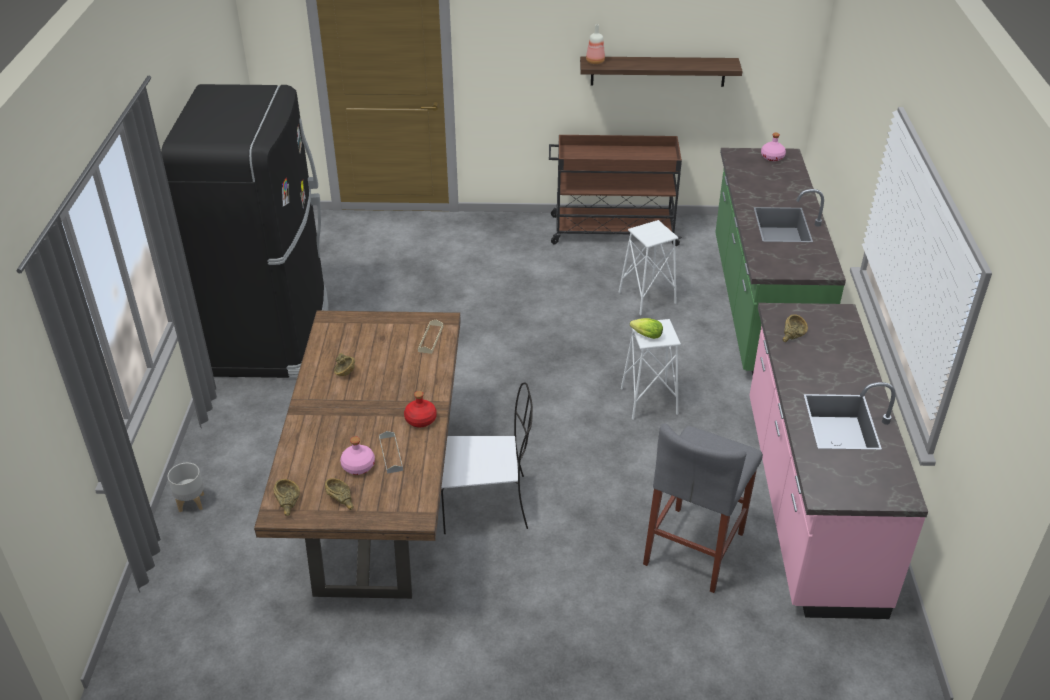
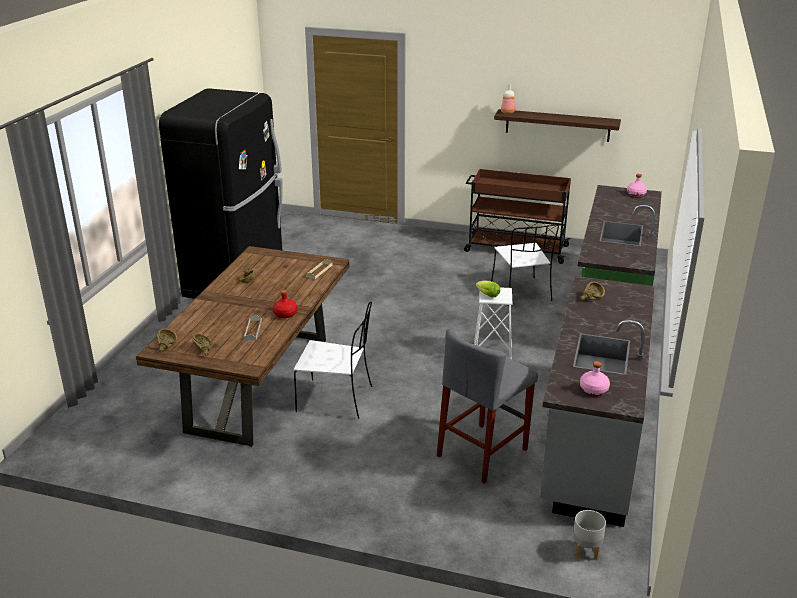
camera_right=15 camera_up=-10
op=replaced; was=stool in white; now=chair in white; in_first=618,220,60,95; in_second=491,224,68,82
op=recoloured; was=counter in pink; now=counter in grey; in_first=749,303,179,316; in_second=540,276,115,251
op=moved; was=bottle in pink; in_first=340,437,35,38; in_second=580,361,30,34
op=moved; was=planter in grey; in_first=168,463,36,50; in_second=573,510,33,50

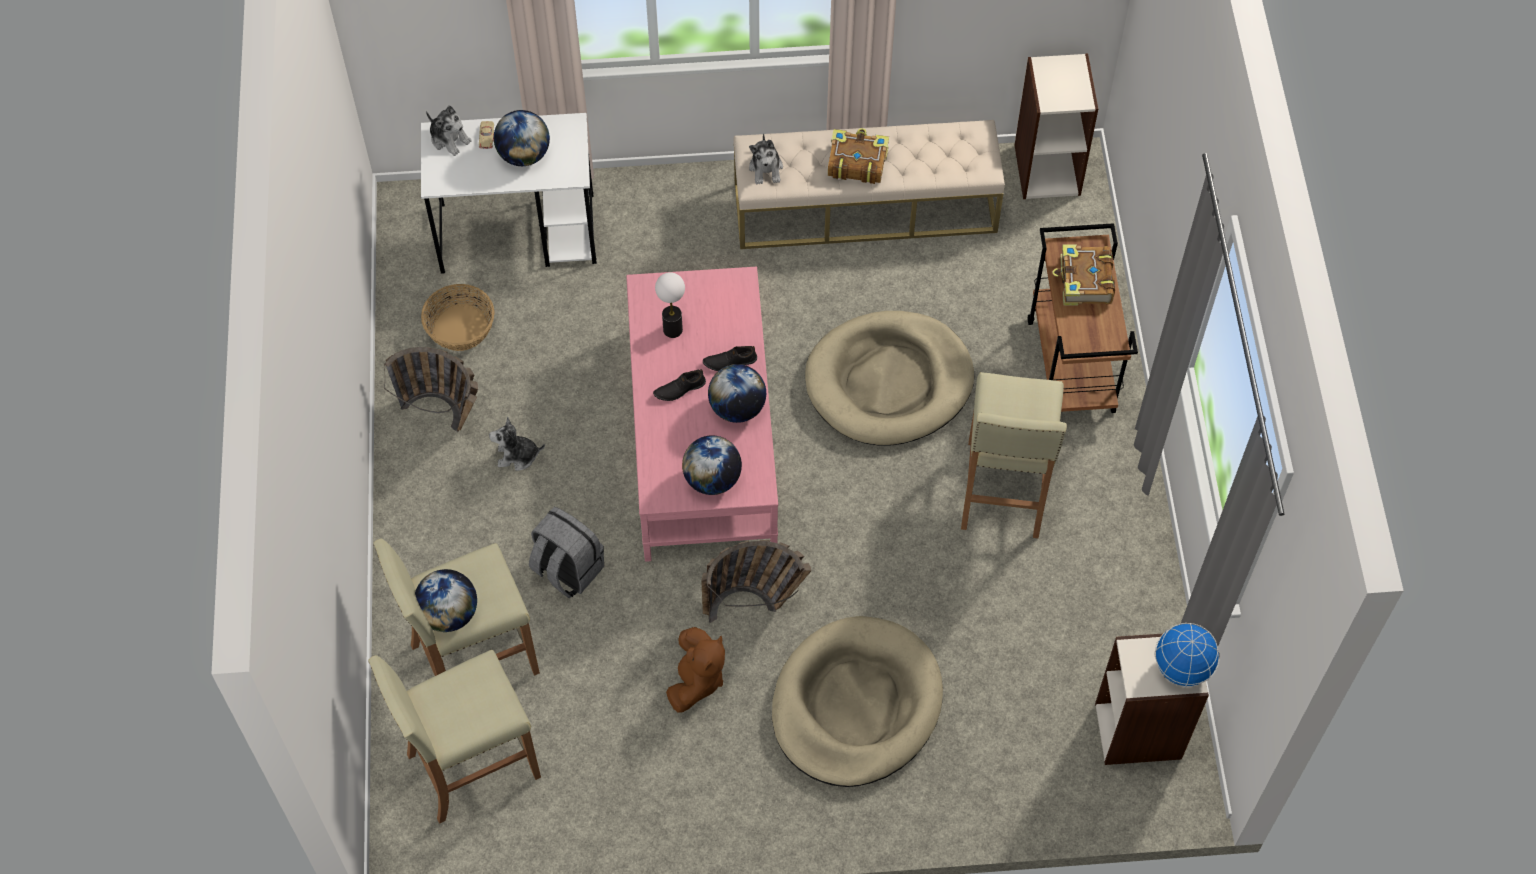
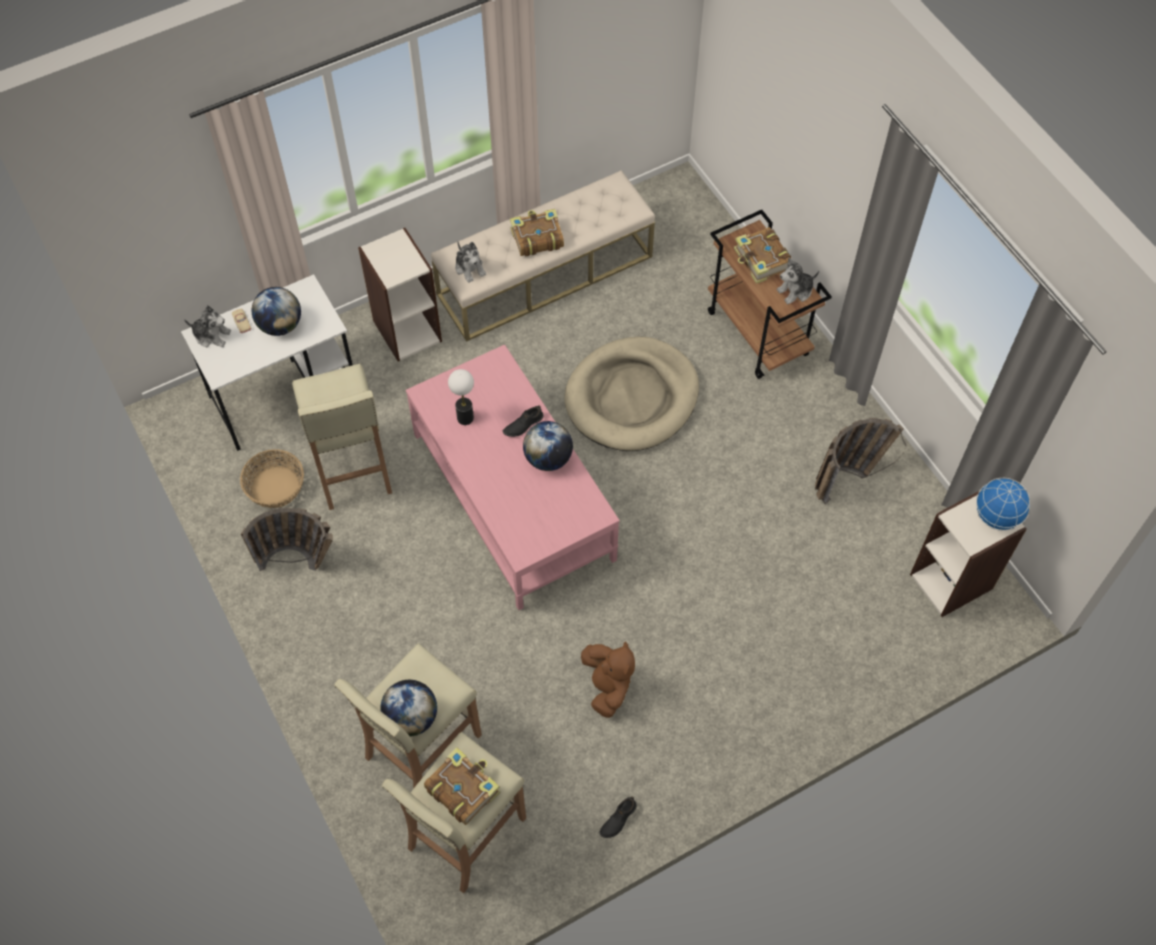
camera_right=-25 camera_up=0
op=moved; was=bookcase; in_first=1014,54,84,145; in_second=358,228,84,133
op=moved; was=shoe in black; in_first=653,369,53,32; in_second=600,796,37,42
op=moved; was=stool in beige; in_first=961,372,106,166; in_second=292,364,100,146
op=moved; was=plush toy; in_first=489,417,56,54; in_second=777,257,42,47
op=removed; was=globe; in_first=682,435,60,60
op=removed; was=backpack in grey; in_first=529,507,75,91
op=moved; was=basket; in_first=701,540,111,83; in_second=815,418,91,87
op=removed; was=dog bed in beige; in_first=772,616,171,171
op=added; now=book; in_second=424,747,76,78

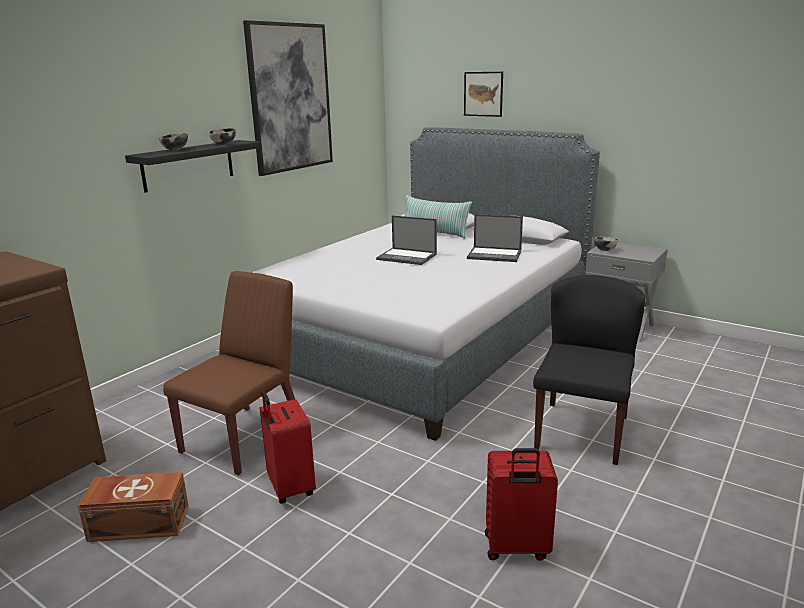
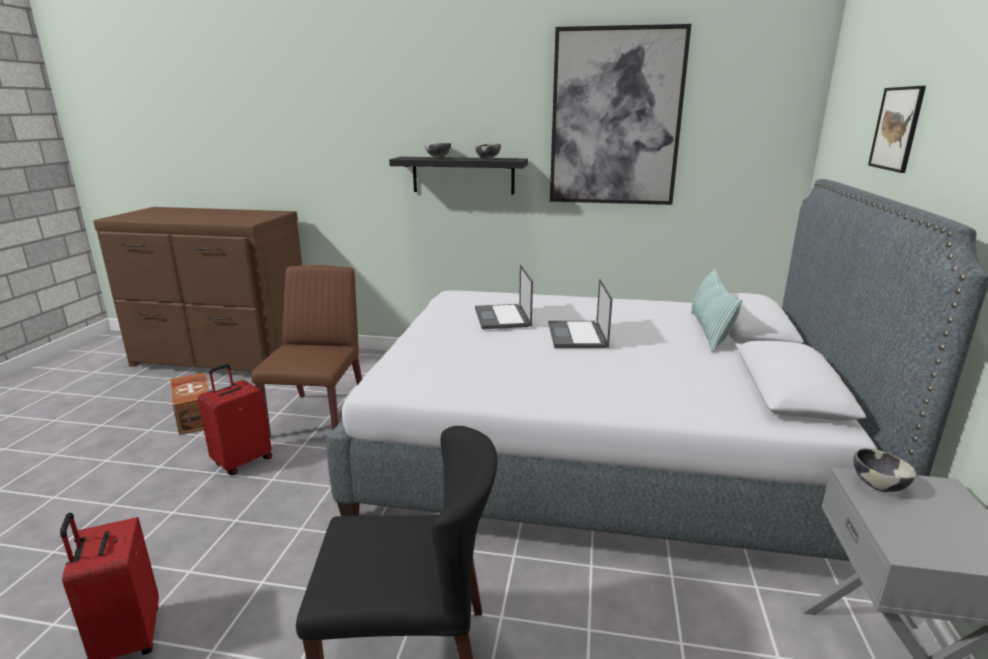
camera_right=65 camera_up=0
op=moved; was=laptop; in_first=467,214,56,48; in_second=475,264,58,65
op=turned; was=chair in brown; in_first=163,271,132,204; in_second=252,265,110,171; clockwise=-90

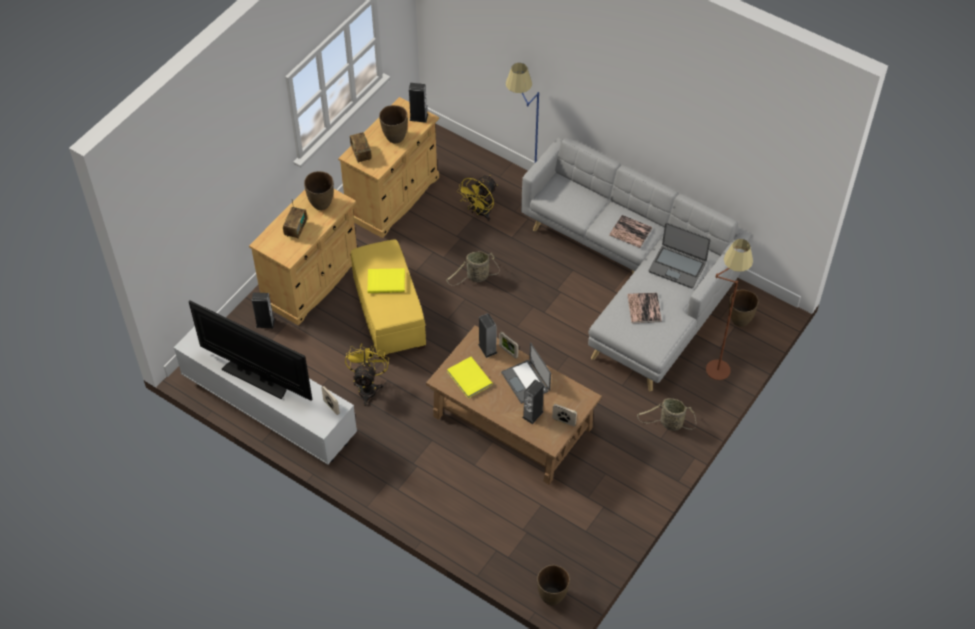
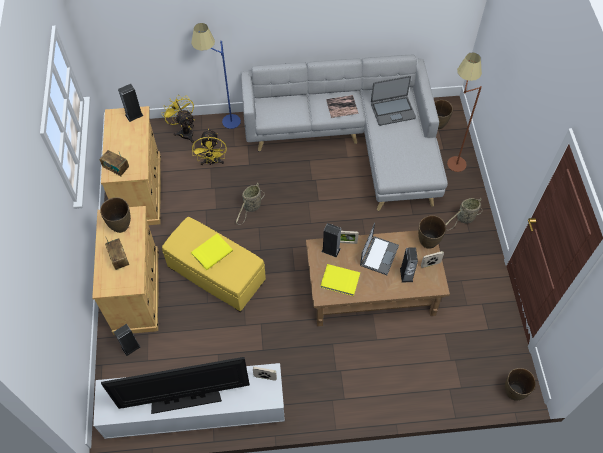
camera_right=-40 camera_up=5
op=moved; was=vase in brown; in_first=379,105,29,39; in_second=418,215,28,34
op=removed; was=book; in_first=627,292,35,31
op=turned; was=laptop; in_first=501,342,50,62; in_second=360,223,39,52; clockwise=-90
op=moved; was=fan in yellow; in_first=345,343,44,63; in_second=161,95,34,48

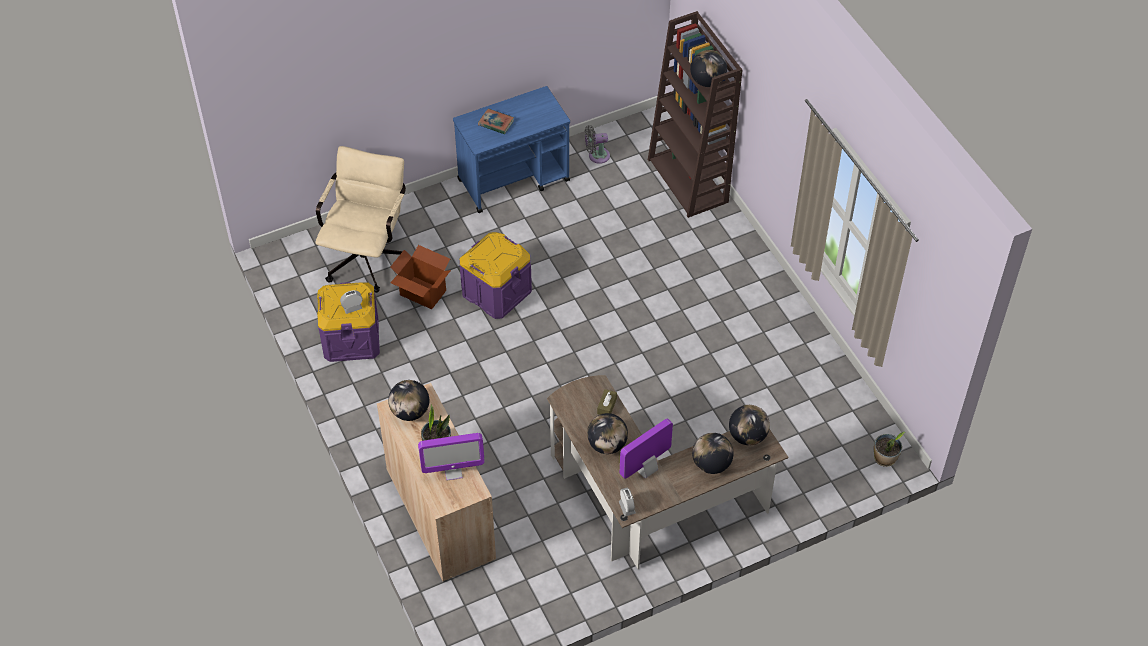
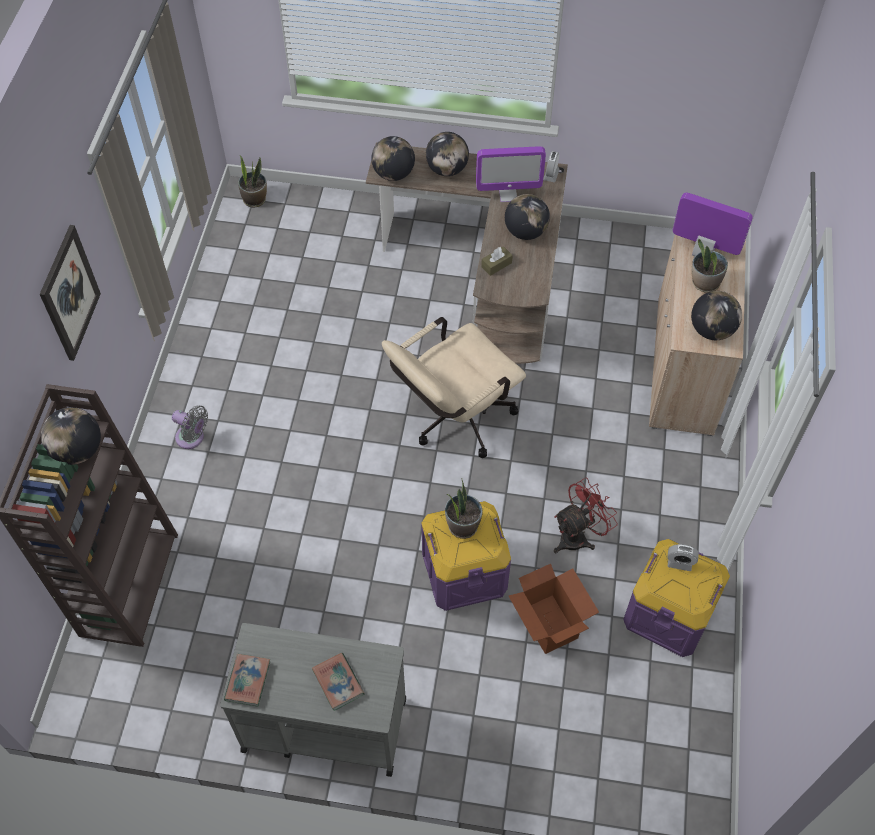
camera_right=-145 camera_up=5
op=recoloured; was=cart in blue; now=cart in grey; in_first=453,86,117,127; in_second=220,623,186,154
op=moved; was=fan in grey; in_first=585,125,25,39; in_second=172,405,36,44
op=moved; was=office chair in beige; in_first=315,146,91,147; in_second=382,317,144,141
op=added; now=picture; in_second=40,225,61,136
op=added; now=fan in red; in_second=554,477,64,76
op=added; now=potted plant; in_second=445,480,38,59
op=added; now=book; in_second=224,654,46,53

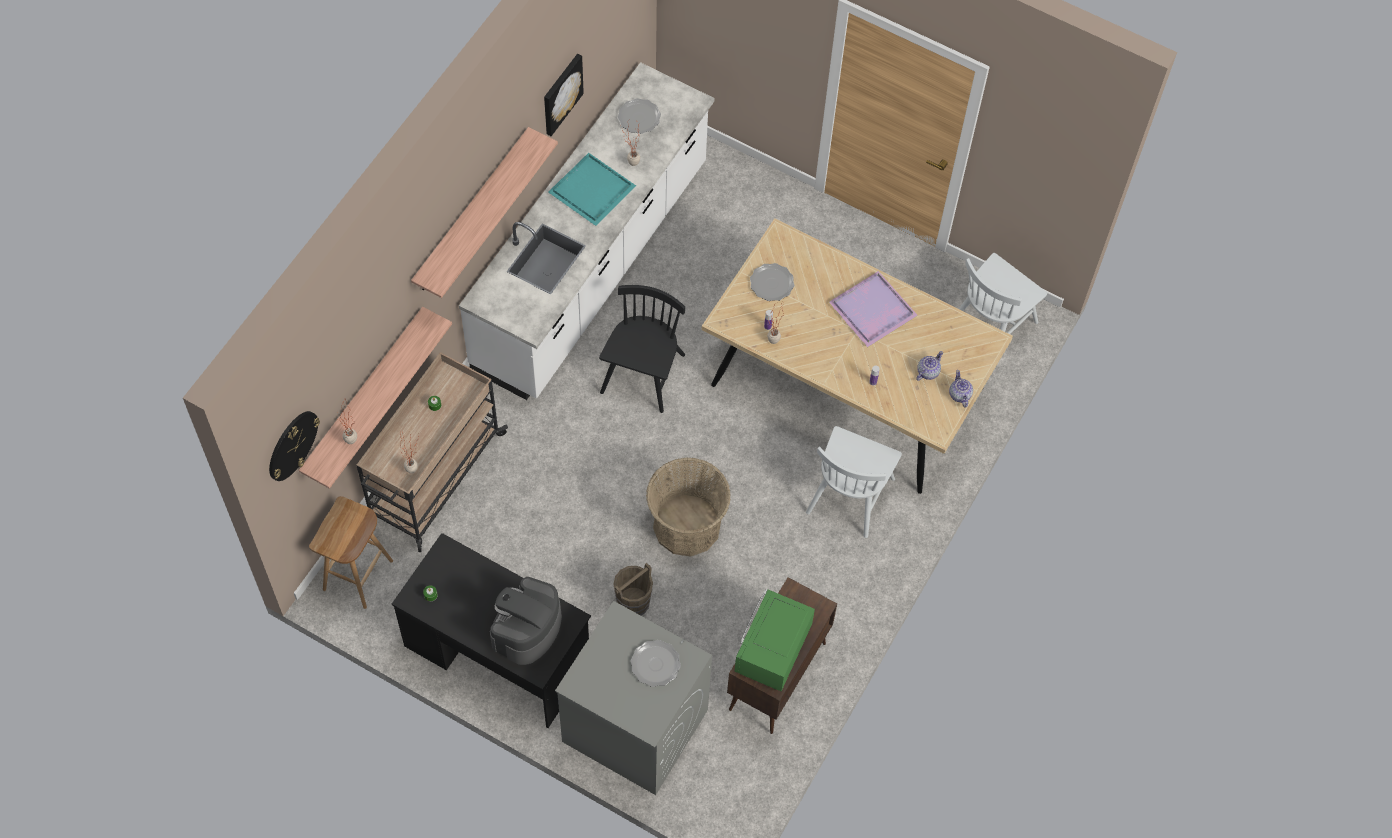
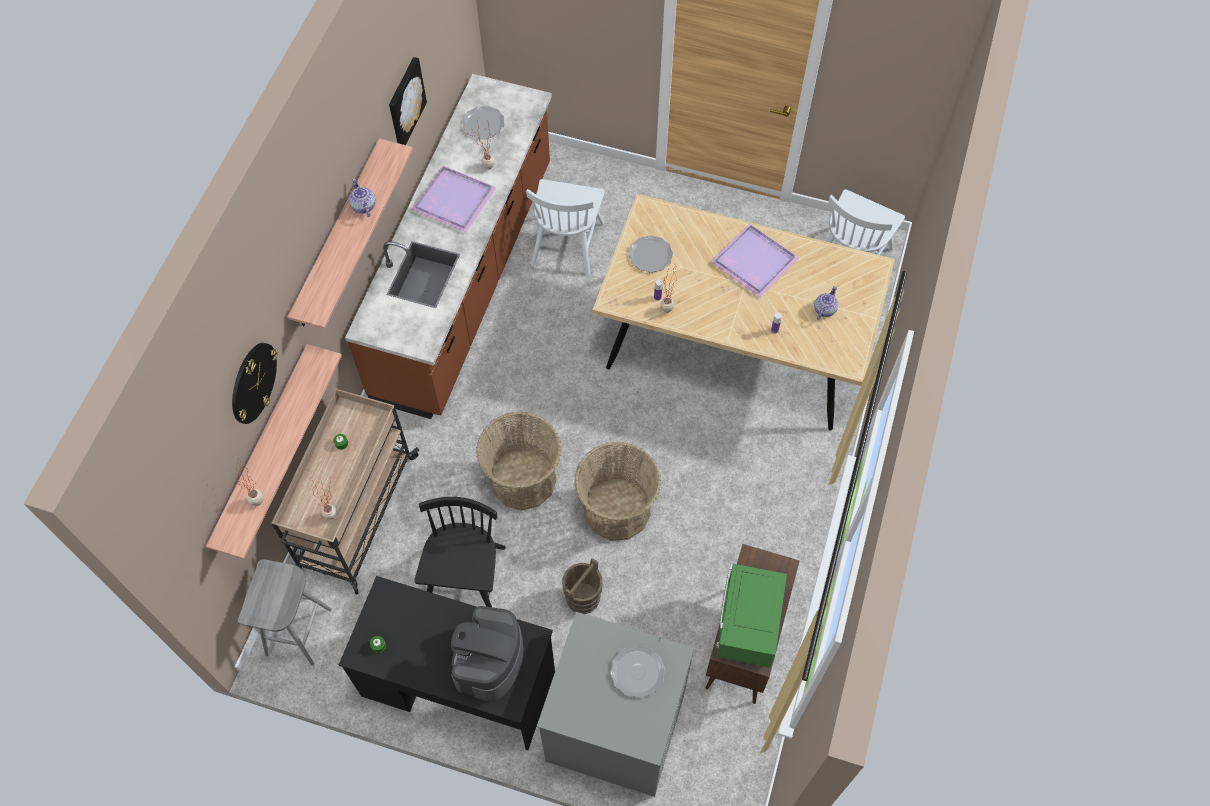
camera_right=-10 camera_up=0
op=recoloured; was=counter in white; now=counter in brown; in_first=459,62,255,338; in_second=345,74,207,345
op=recoloured; was=tray in turquoise; now=tray in purple; in_first=548,153,88,73; in_second=411,165,86,68
op=moved; was=chair in black; in_first=599,285,86,128; in_second=414,497,92,110
op=moved; was=teapot; in_first=949,370,24,38; in_second=349,179,27,38
op=moved; was=wall clock; in_first=269,411,51,70; in_second=232,343,46,81
op=moved; was=chair in white; in_first=806,426,96,112; in_second=526,179,79,97
op=recoloured; was=stool in brown; now=stool in grey; in_first=309,496,84,113; in_second=238,559,94,107
op=added; now=basket; in_second=476,412,86,98

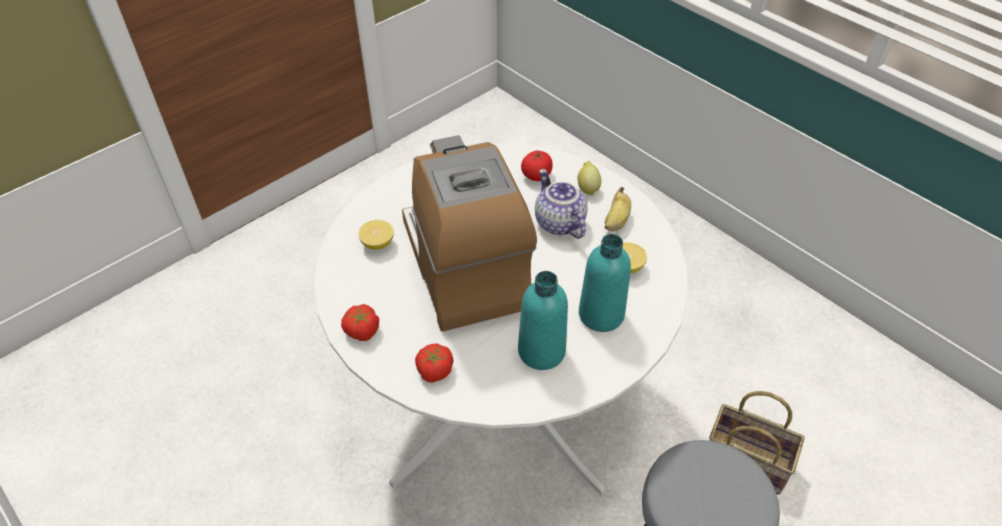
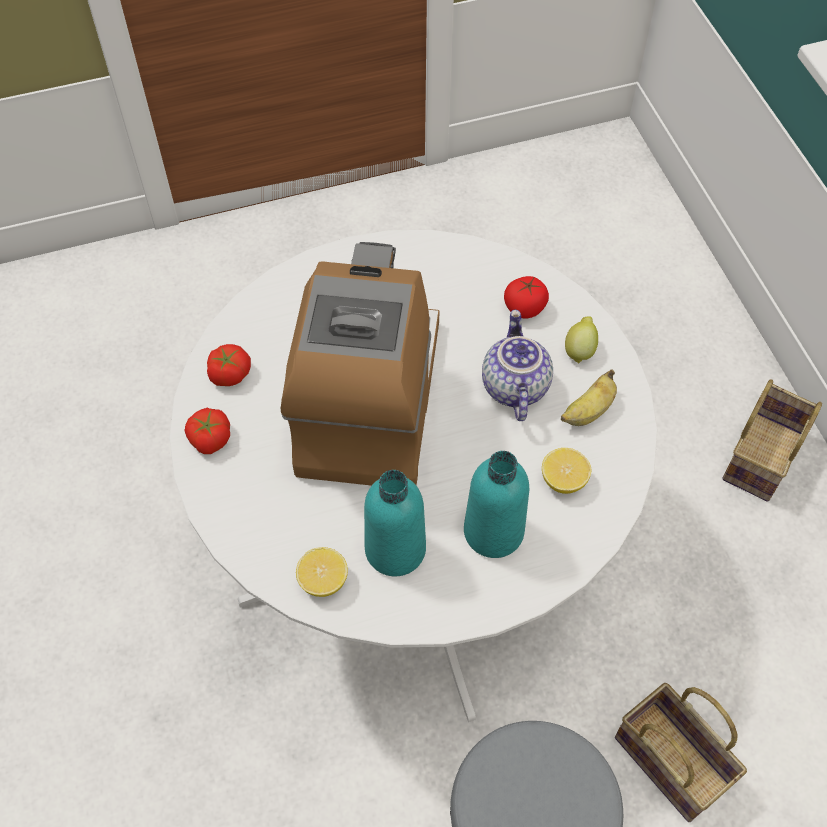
camera_right=25 camera_up=10
op=moved; was=lemon; in_first=358,220,36,29; in_second=296,547,52,50
op=moved; was=tomato; in_first=415,343,39,40; in_second=207,344,44,42
op=added; now=basket; in_second=722,379,100,123

